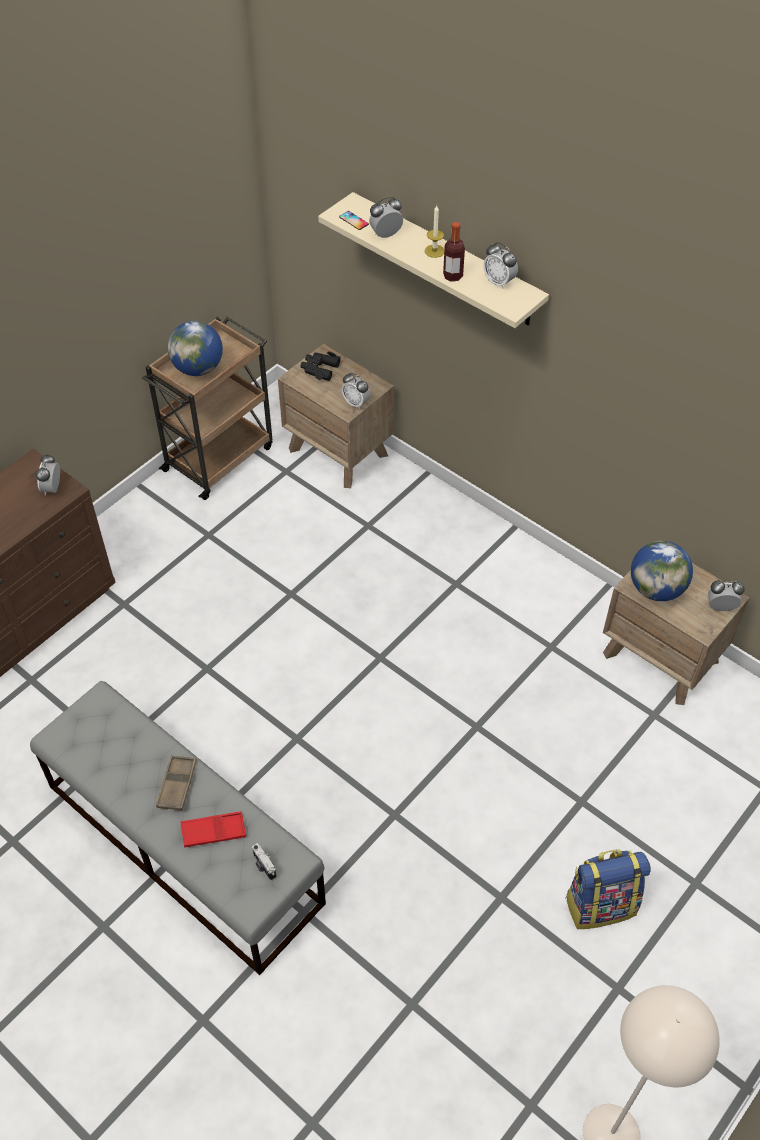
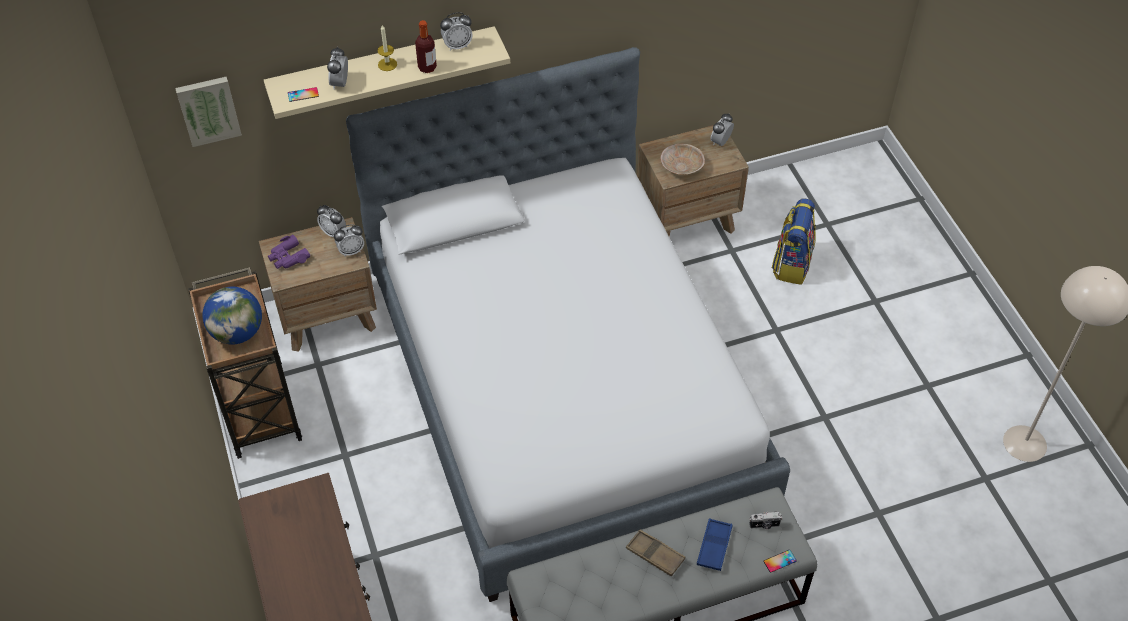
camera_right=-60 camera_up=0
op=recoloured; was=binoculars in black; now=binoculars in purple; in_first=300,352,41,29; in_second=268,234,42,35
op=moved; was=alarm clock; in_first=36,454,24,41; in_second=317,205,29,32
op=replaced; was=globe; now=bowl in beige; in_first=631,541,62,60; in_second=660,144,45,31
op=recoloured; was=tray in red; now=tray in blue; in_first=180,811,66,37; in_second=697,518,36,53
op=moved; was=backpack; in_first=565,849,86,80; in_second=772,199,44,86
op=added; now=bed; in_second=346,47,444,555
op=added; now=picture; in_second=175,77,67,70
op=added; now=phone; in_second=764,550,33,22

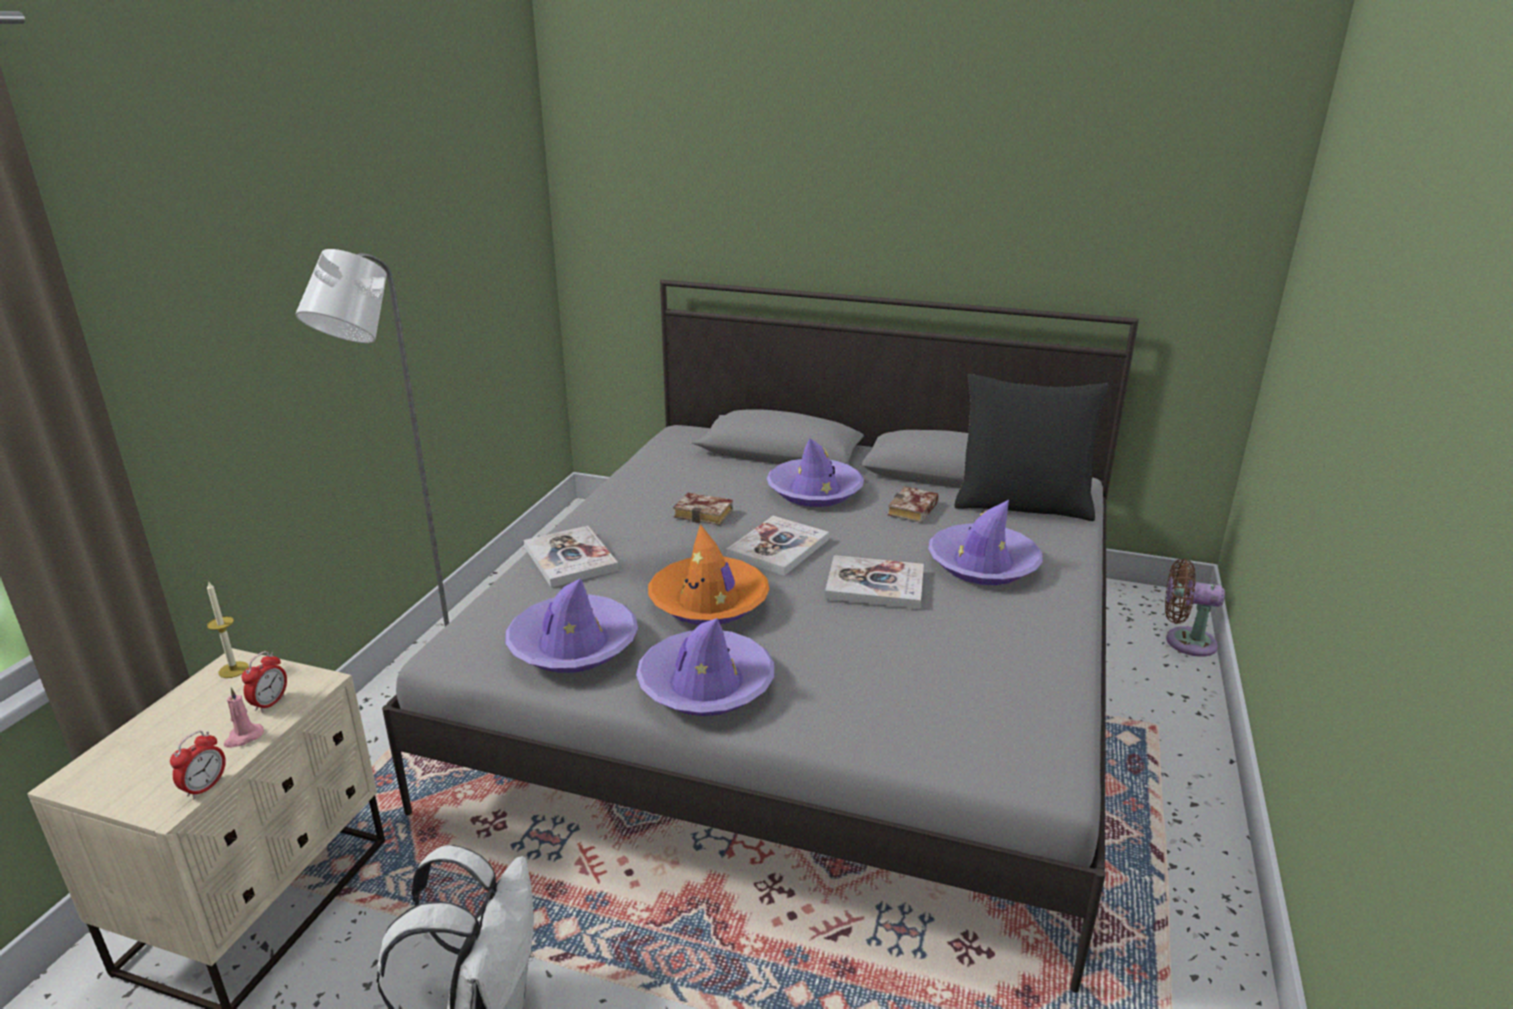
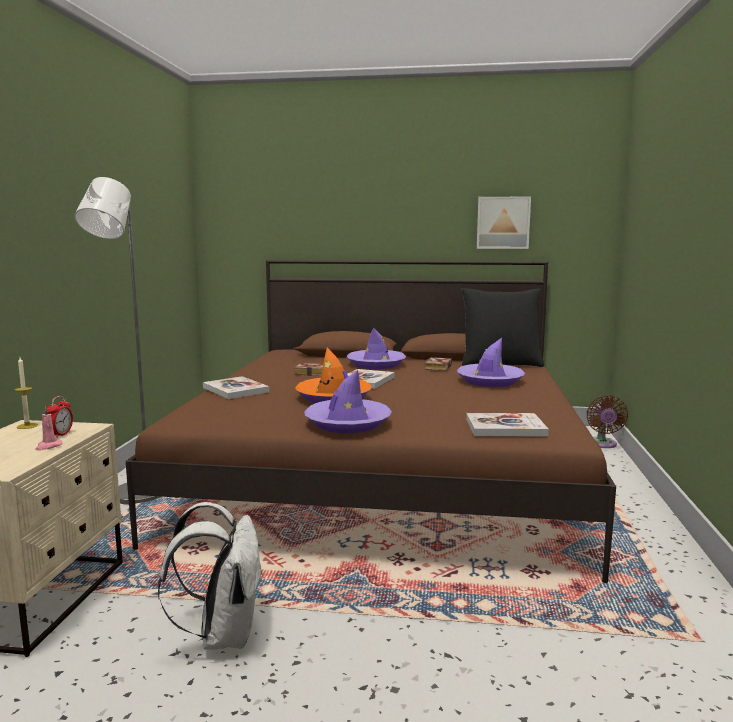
camera_right=-10 camera_up=-15
op=recoloured; was=bed in grey; now=bed in brown; in_first=382,280,757,713; in_second=126,260,490,323
op=moved; was=book; in_first=825,555,99,54; in_second=466,413,83,24
op=turned; was=fan in brown; in_first=1165,559,60,98; in_second=587,395,41,53; clockwise=-90
op=removed; was=hat in purple; in_first=506,578,132,95
op=removed; was=alarm clock; in_first=170,731,56,68
op=added; now=picture; in_second=477,196,54,53

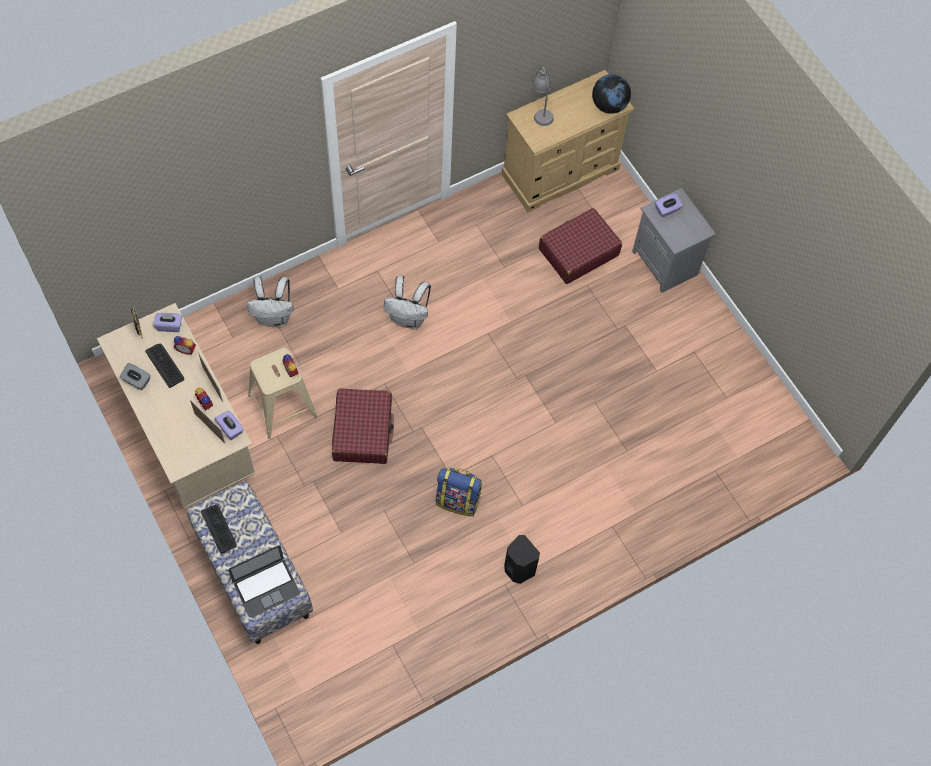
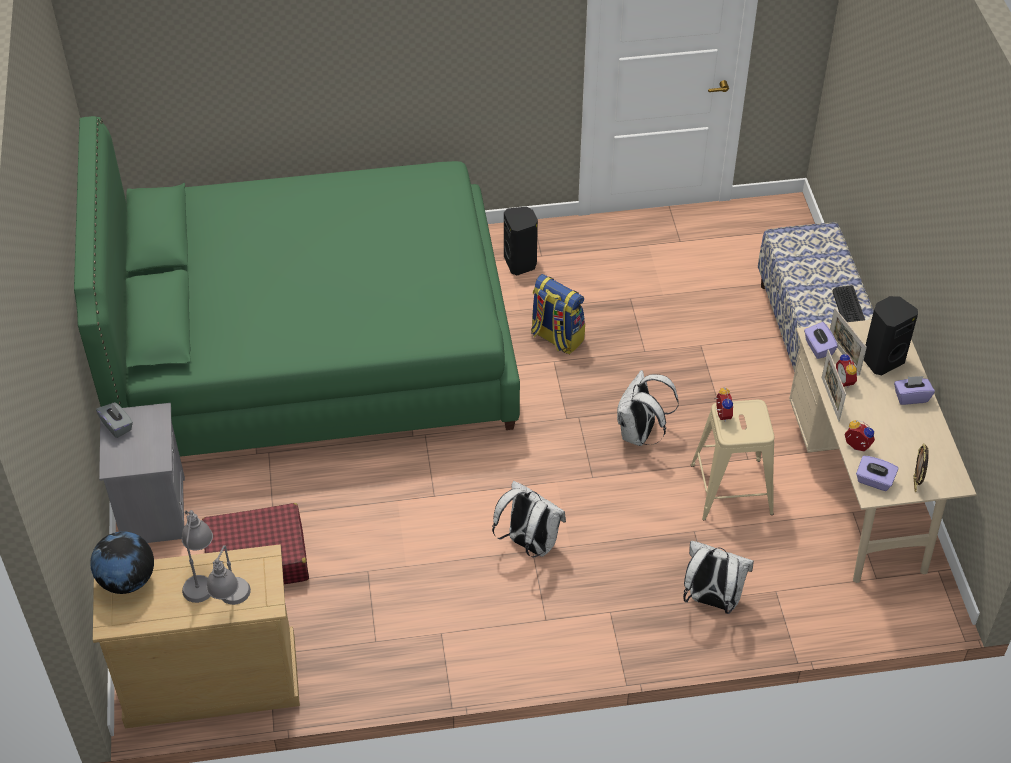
camera_right=-155 camera_up=-15
op=moved; was=tissue box in purple; in_first=655,193,28,24; in_second=894,376,41,29
op=removed; was=keyboard; in_first=145,344,39,44
op=moved; was=tissue box in grey; in_first=120,363,30,27; in_second=96,402,37,36
op=replaced; was=suitcase in red; now=backpack in white; in_first=332,388,62,76; in_second=617,370,61,76
op=removed; was=laptop; in_first=228,545,72,73
op=added; now=bed in green; in_second=74,116,446,341
op=added; now=speaker in black; in_second=864,296,54,79
op=added; now=table lamp in grey; in_second=182,510,31,93

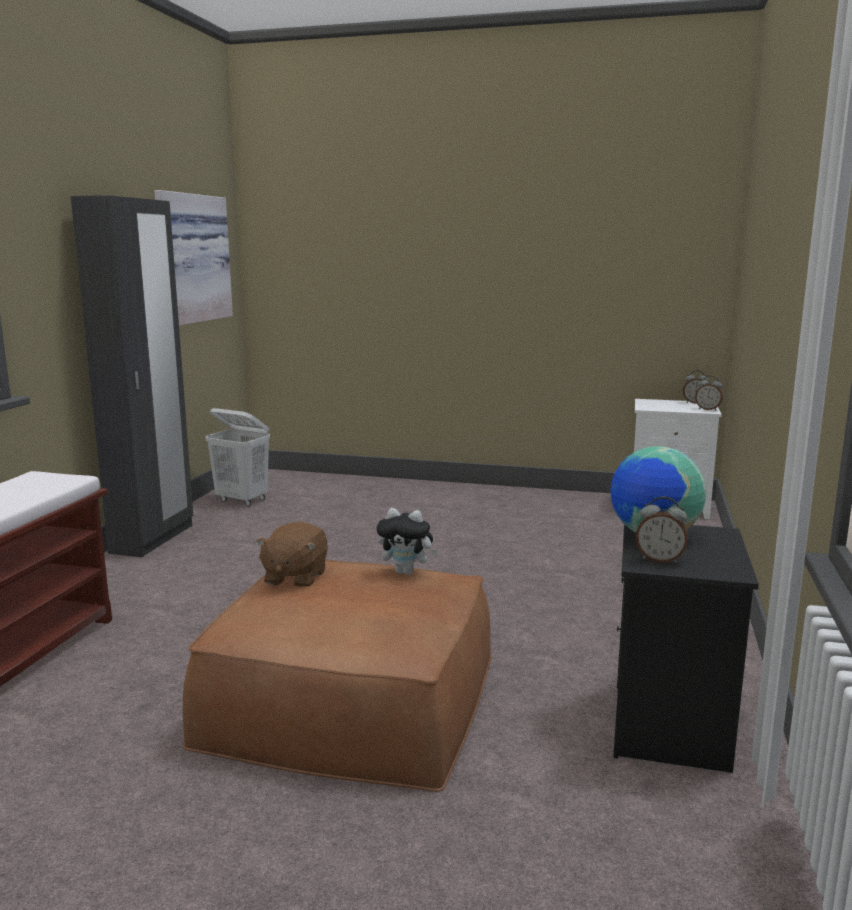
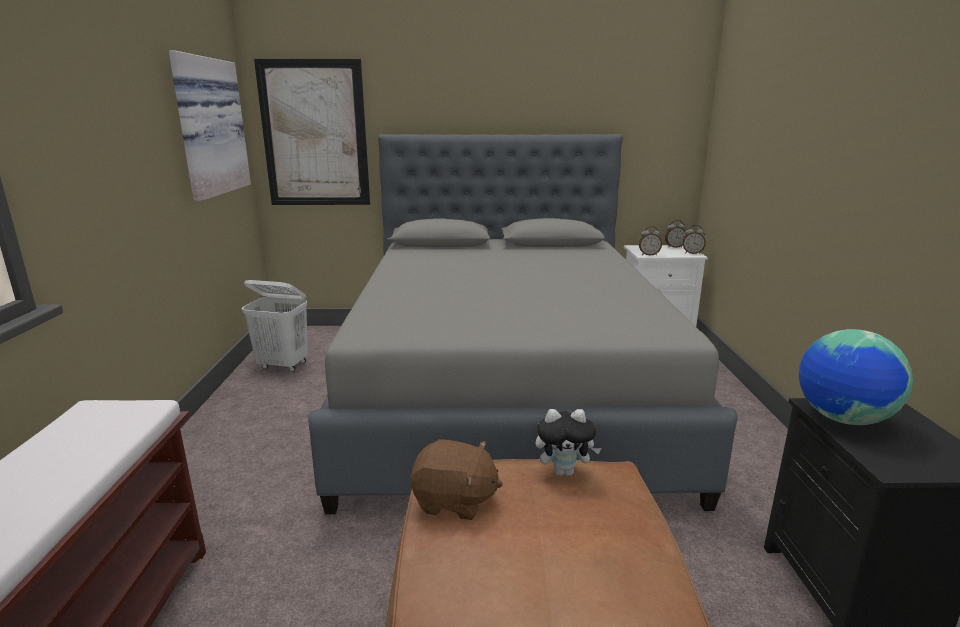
camera_right=-15 camera_up=5
op=removed; was=wardrobe in black; in_first=71,195,122,362
op=moved; was=alarm clock; in_first=636,497,52,66; in_second=639,226,23,30
op=turned; was=plush toy in brown; in_first=256,521,72,66; in_second=411,439,92,81; clockwise=-75
op=added; now=picture; in_second=254,59,116,146
op=added; now=bed in grey; in_second=308,134,430,380

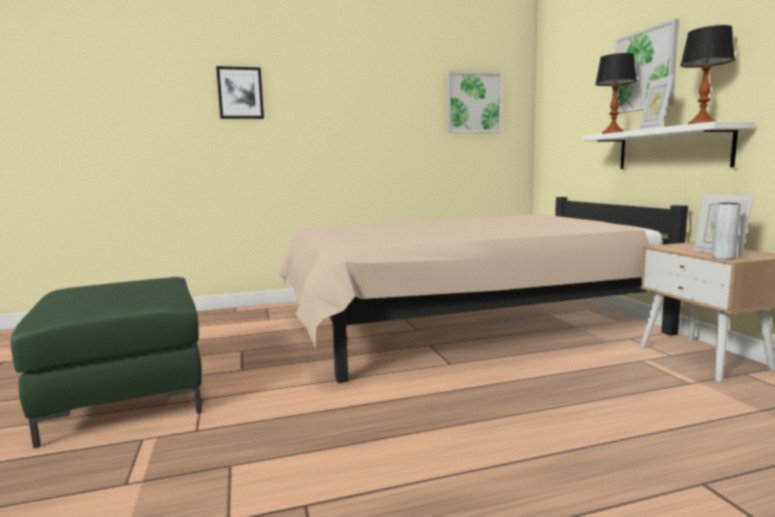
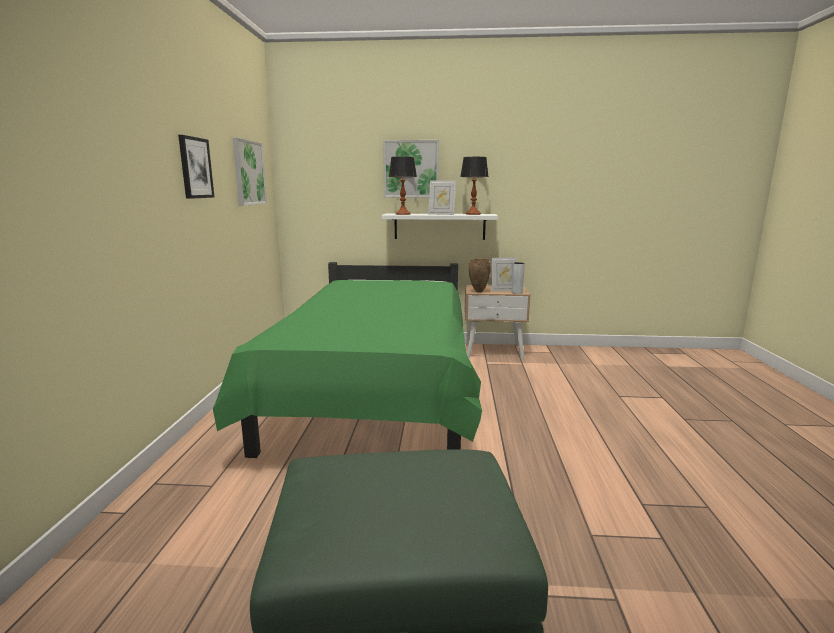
camera_right=-70 camera_up=5
op=moved; was=picture; in_first=216,66,48,53; in_second=178,135,37,64
op=recoloured; was=bed in beige; now=bed in green; in_first=279,197,409,186; in_second=213,262,269,196
op=added; now=vase in brown; in_second=469,258,22,35

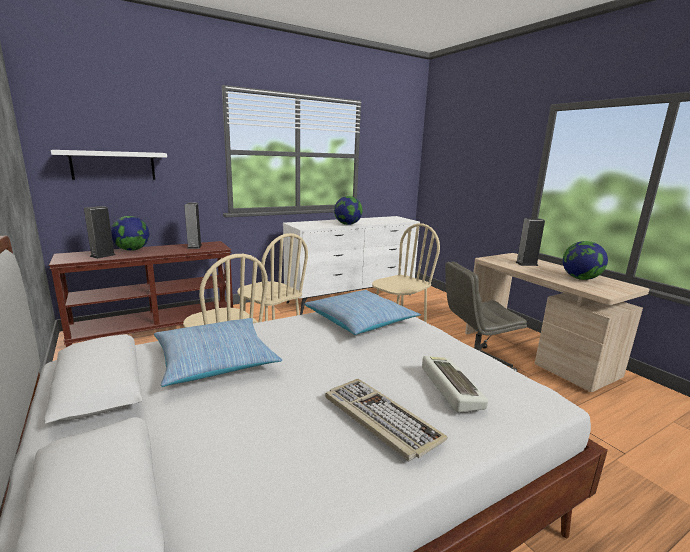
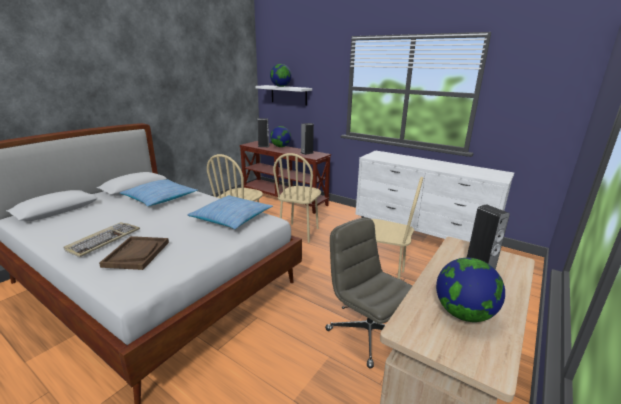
camera_right=65 camera_up=5
op=moved; was=globe; in_first=334,196,29,29; in_second=270,64,22,23
op=replaced; was=keyboard; now=tray in brown; in_first=422,356,66,56; in_second=99,236,70,34

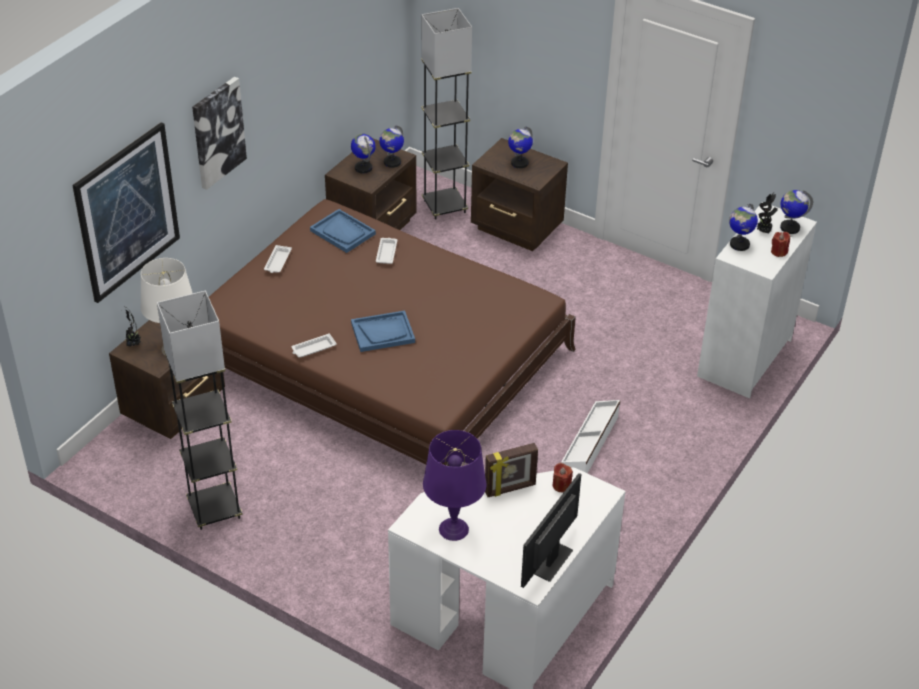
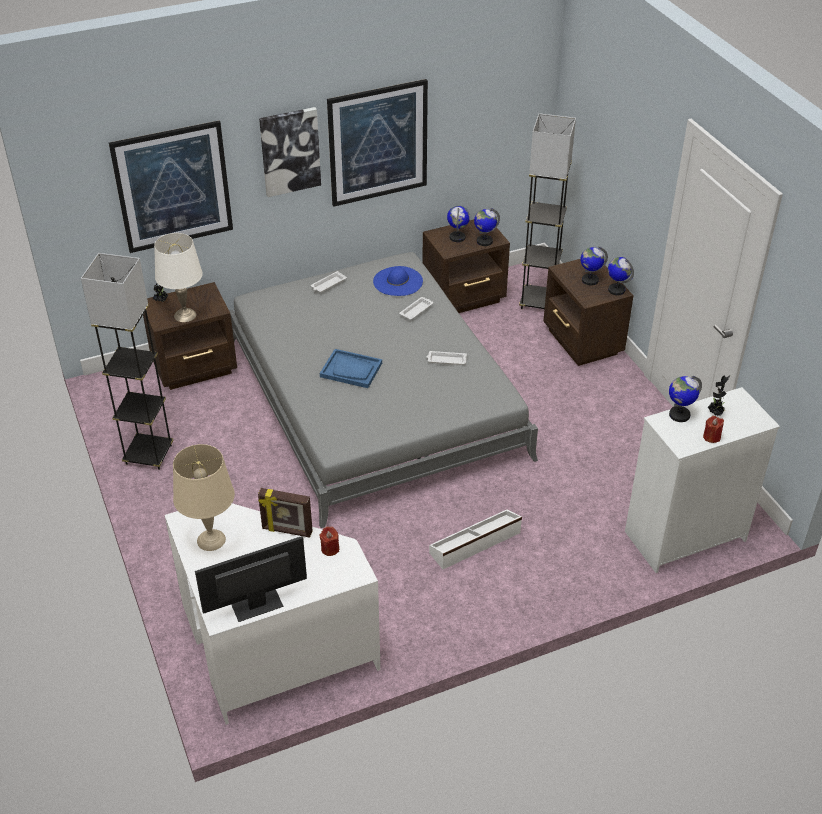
camera_right=35 camera_up=0
op=moved; was=globe; in_first=780,190,33,44; in_second=608,257,26,38
op=recoloured; was=bed in brown; now=bed in grey; in_first=209,199,367,267; in_second=230,252,308,276
op=replaced; was=tray in blue; now=hat in blue; in_first=310,209,66,44; in_second=373,266,50,30
op=moved; was=tray in white; in_first=292,333,45,24; in_second=426,351,41,14
op=recoloured; was=table lamp in purple; now=table lamp in beige; in_first=423,430,63,111; in_second=173,444,62,107
op=added; now=picture; in_second=327,79,101,128

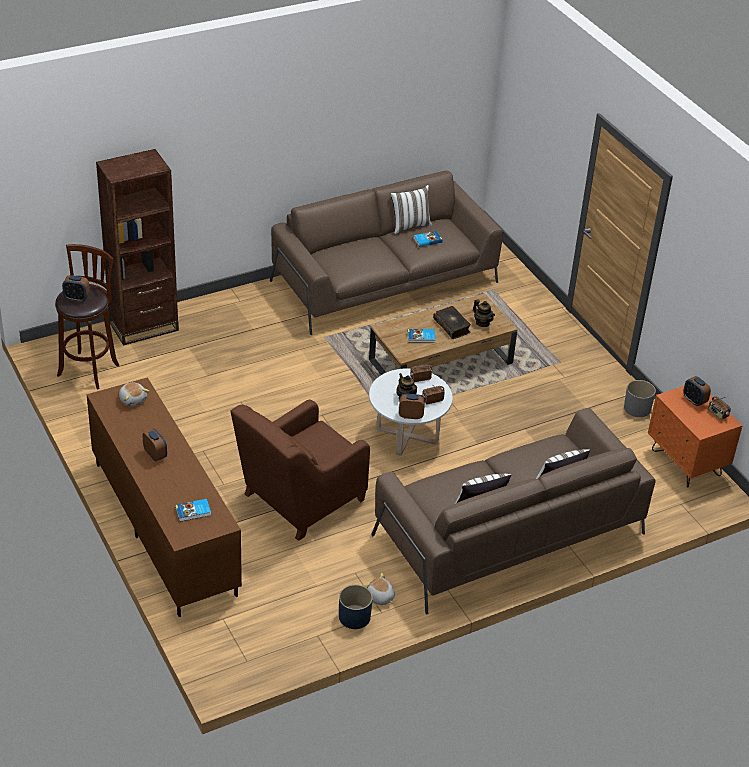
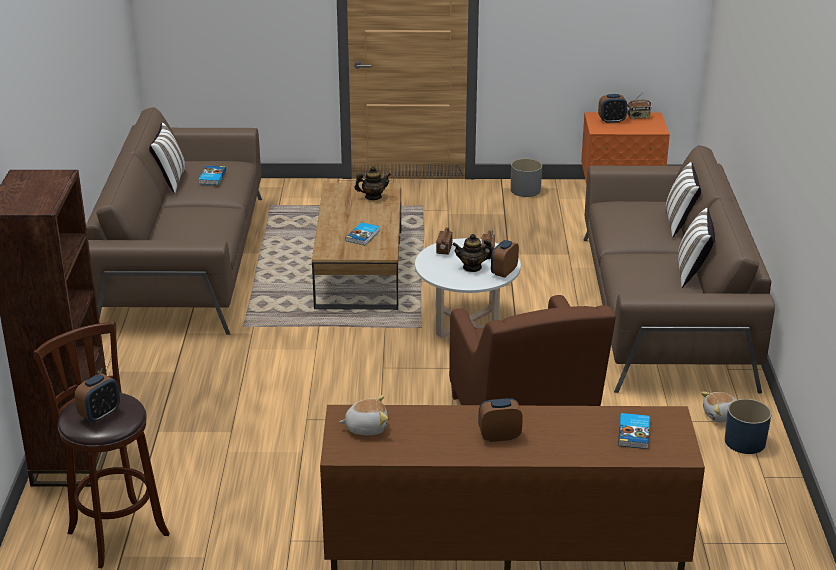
camera_right=-60 camera_up=-10
op=removed; was=book; in_first=433,306,38,33

